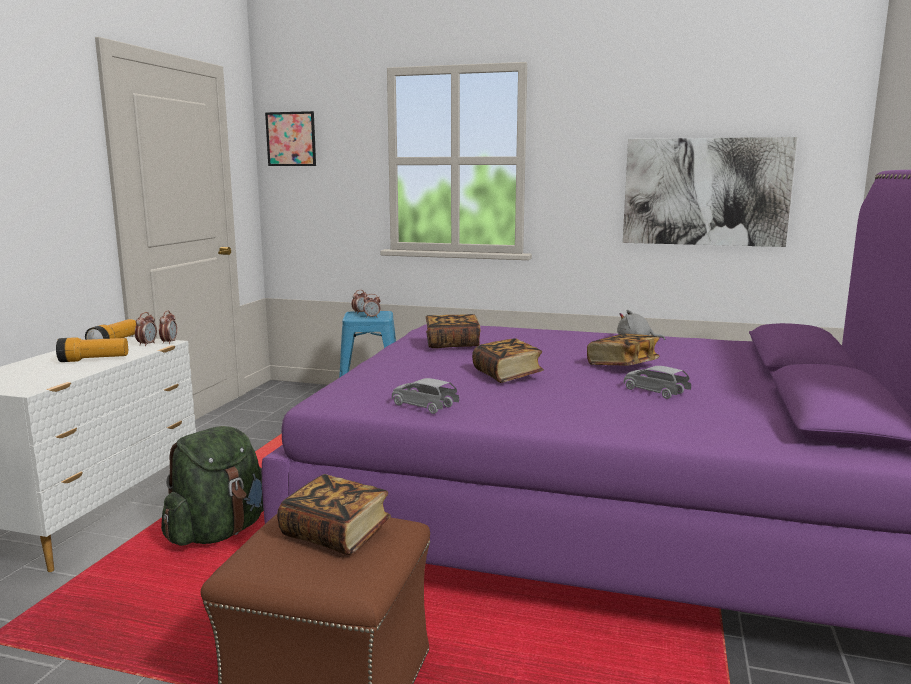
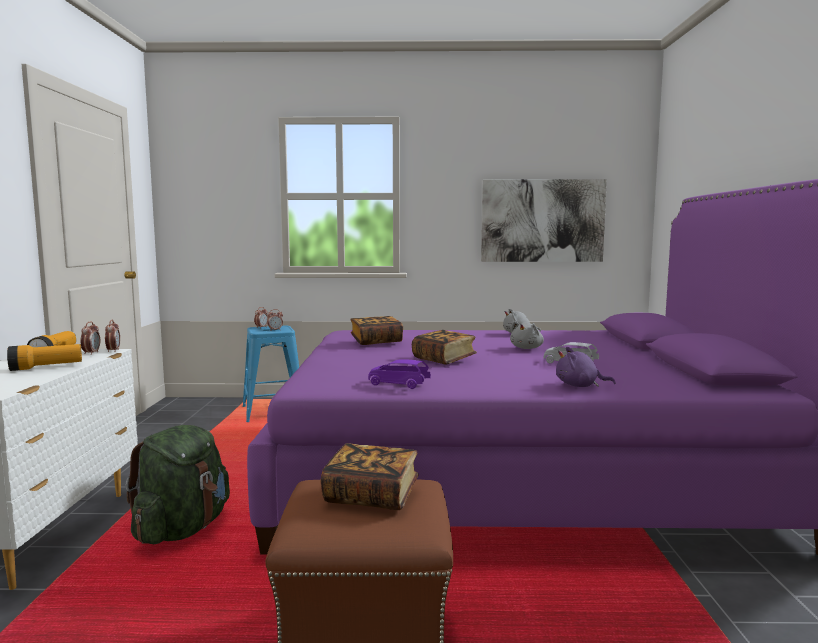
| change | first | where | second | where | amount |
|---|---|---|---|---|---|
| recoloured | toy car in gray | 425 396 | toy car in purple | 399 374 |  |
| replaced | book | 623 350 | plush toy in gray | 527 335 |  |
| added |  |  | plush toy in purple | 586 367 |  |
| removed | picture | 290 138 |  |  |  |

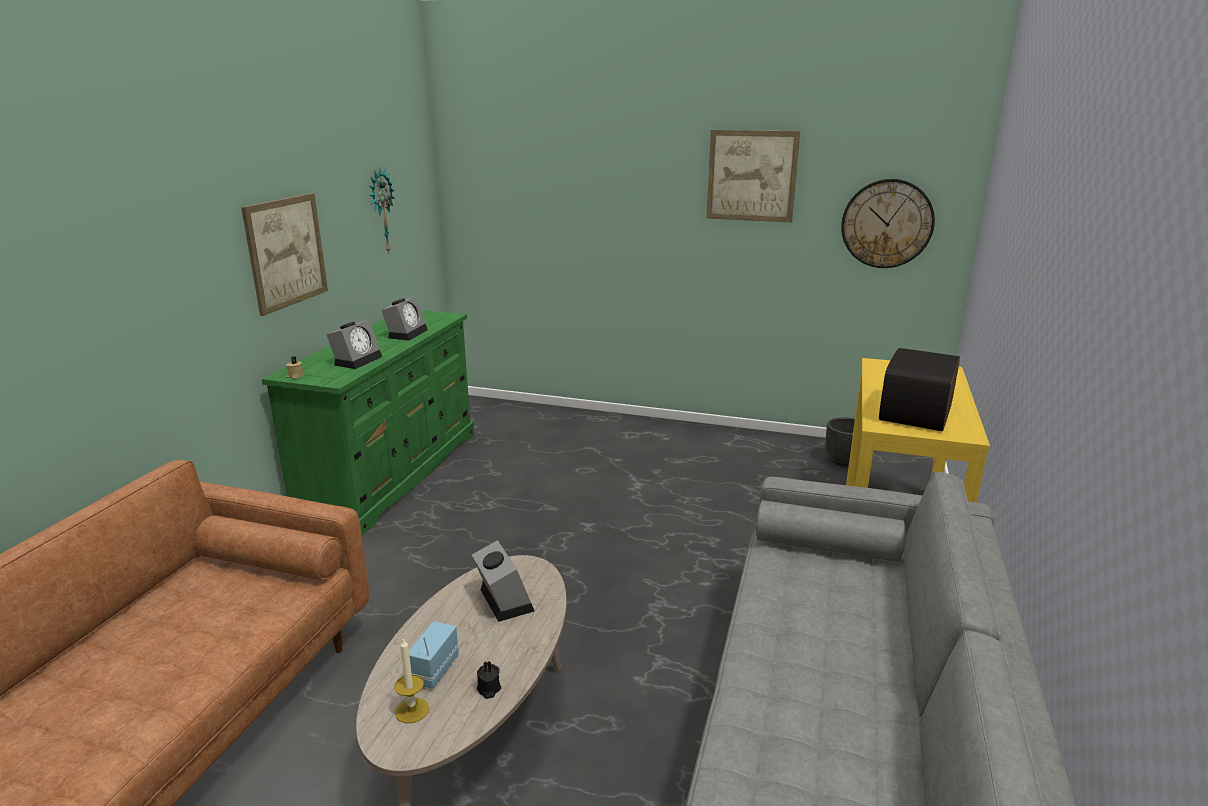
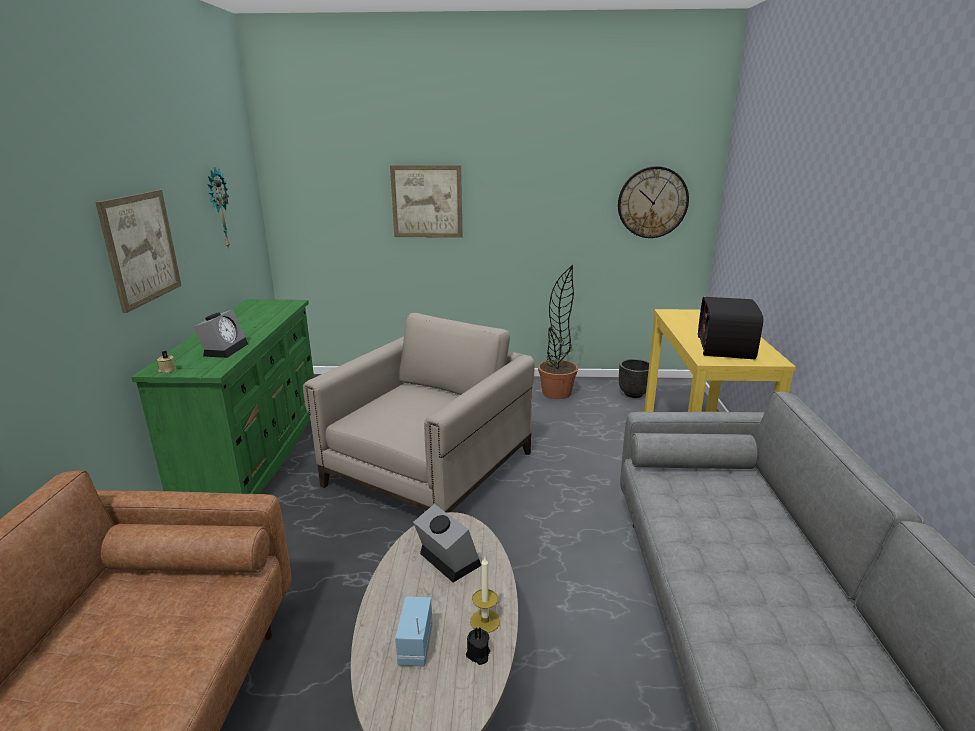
| change | first | where | second | where | amount |
|---|---|---|---|---|---|
| added |  |  | easy chair in sand-coloured | 419 413 |  |
| moved | picture | 753 176 |  | 426 201 |  |
| moved | wax candle | 411 680 |  | 485 595 |  |
| added |  |  | houseplant | 558 332 |  |
| removed | table clock | 404 318 |  |  |  |

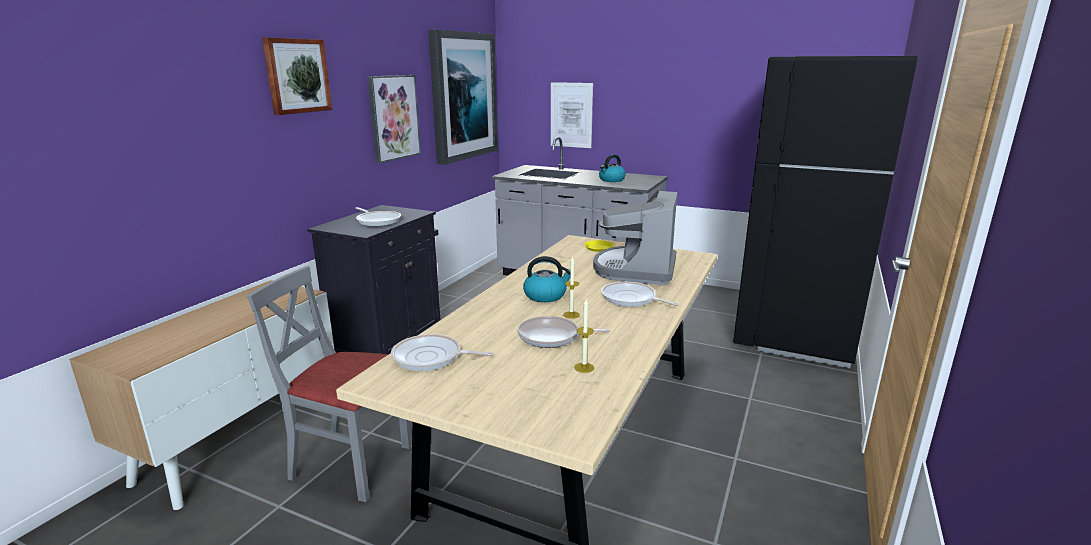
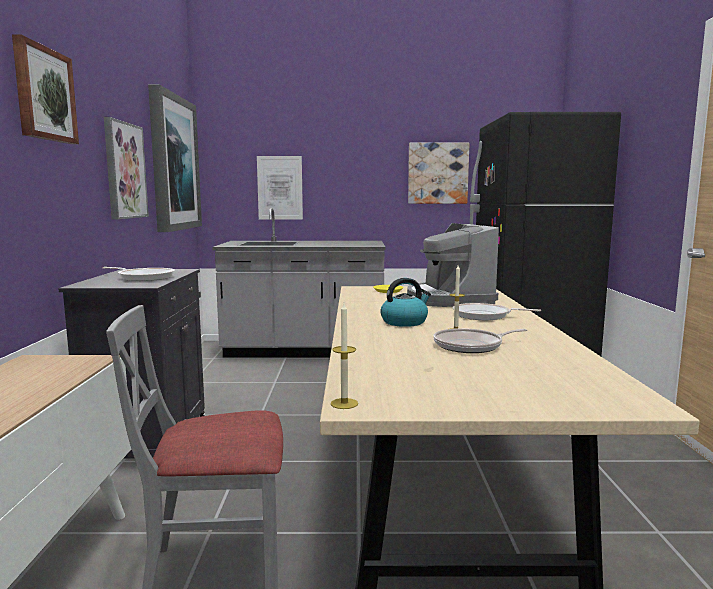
| change | first | where | second | where | amount |
|---|---|---|---|---|---|
| moved | wax candle | 584 336 |  | 344 356 |  |
| added |  |  | picture | 438 173 |  |
| removed | skillet | 442 352 |  |  |  |
| removed | tea kettle | 612 168 |  |  |  |

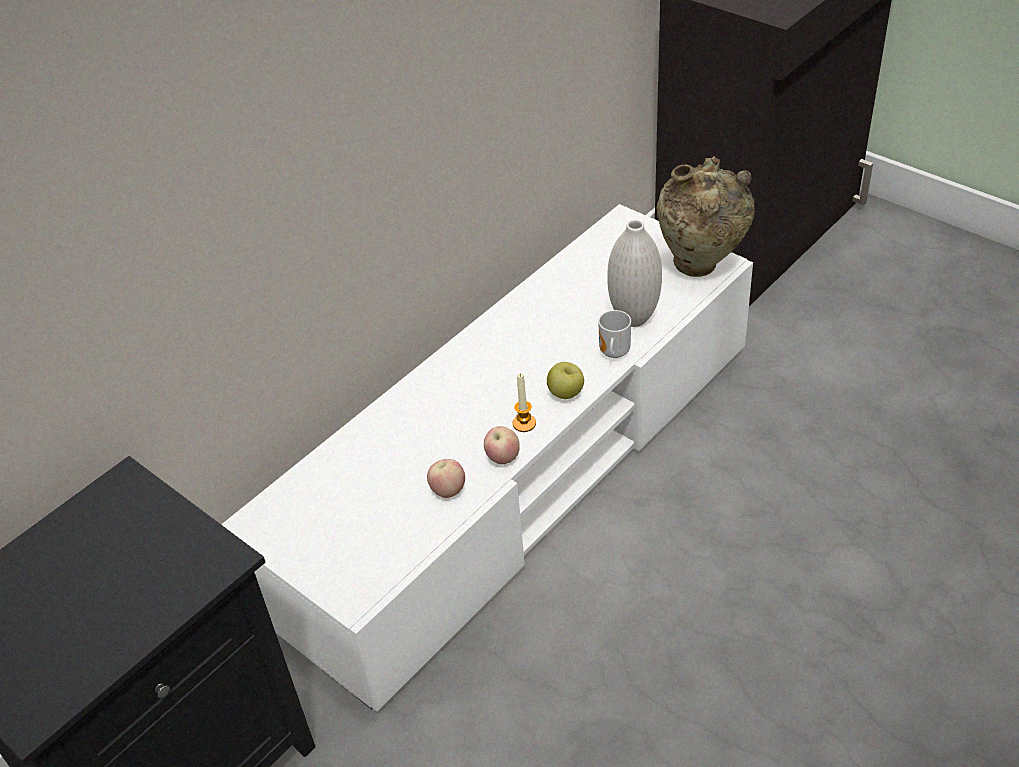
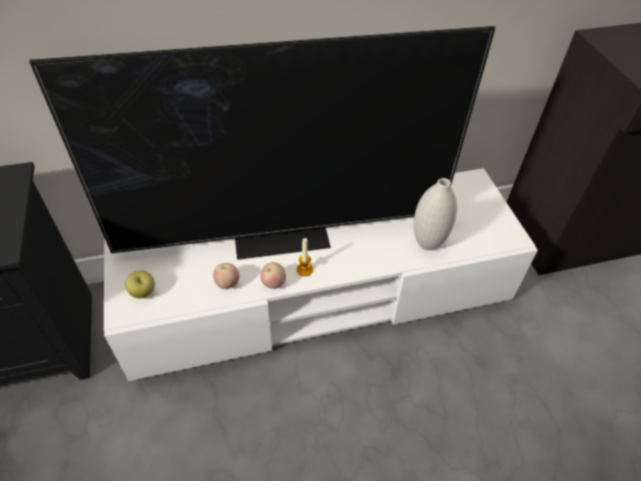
| change | first | where | second | where | amount |
|---|---|---|---|---|---|
| added |  |  | television | 262 143 |  |
| moved | whole apple | 565 380 |  | 140 284 |  |
| removed | coffee mug | 614 334 |  |  |  |
| removed | flower vase in sand-coloured | 706 216 |  |  |  |

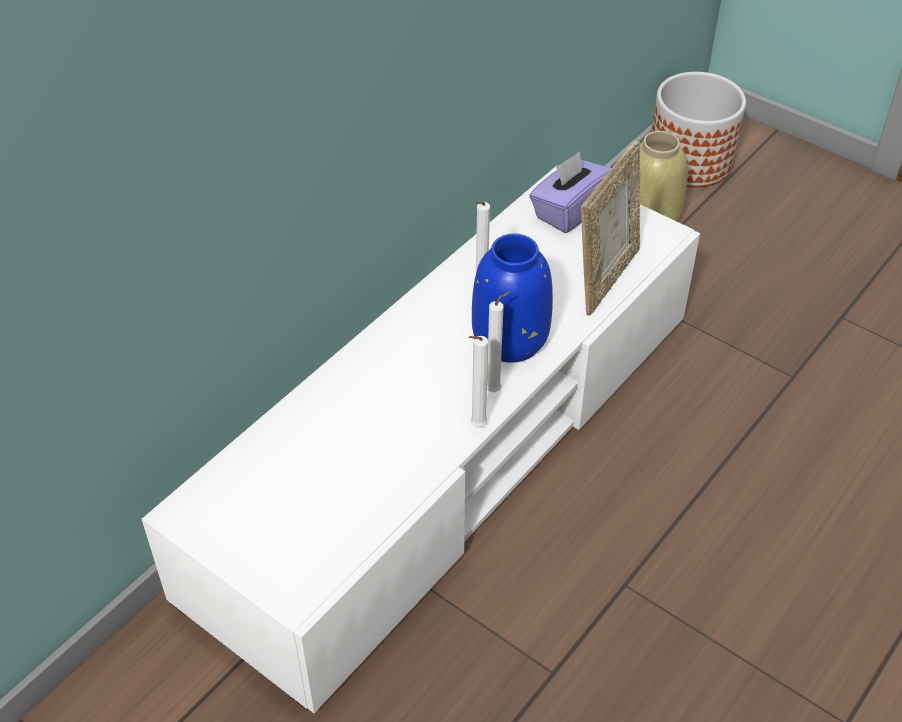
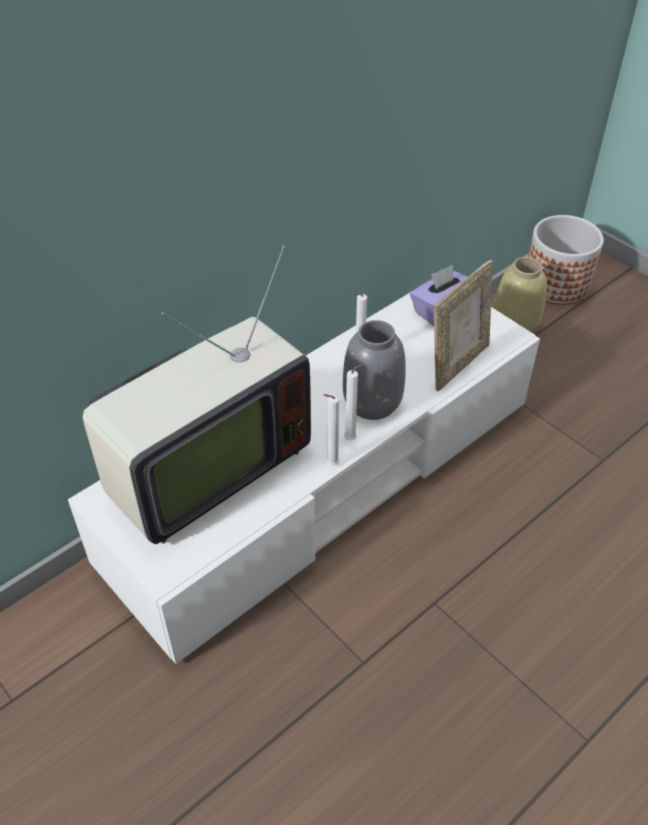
| change | first | where | second | where | amount |
|---|---|---|---|---|---|
| added |  |  | television | 196 394 |  |
| recoloured | flower vase in blue-coloured | 512 298 | flower vase in gray | 374 370 |  |

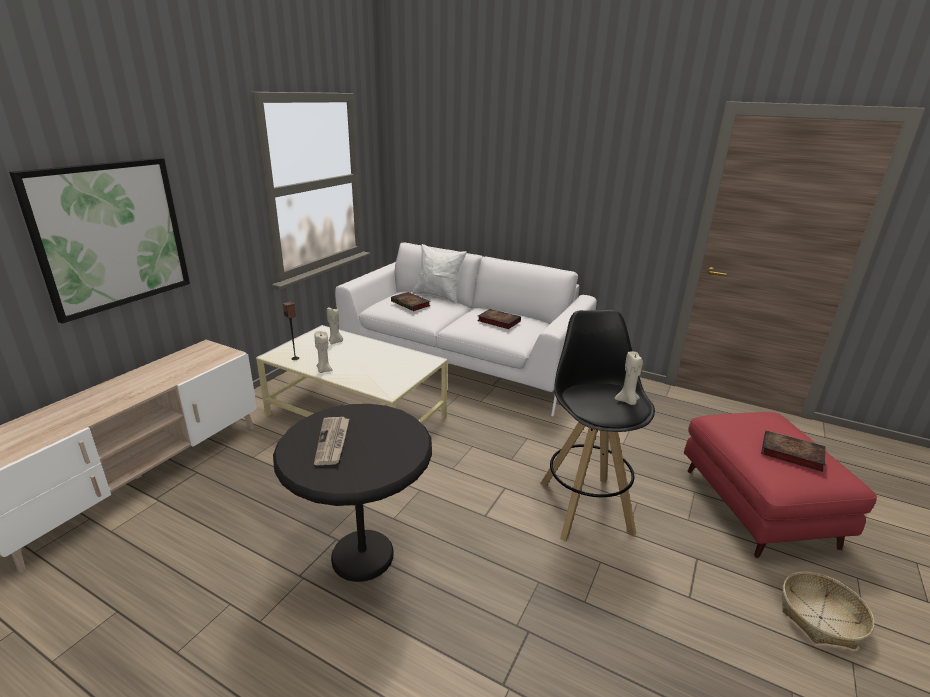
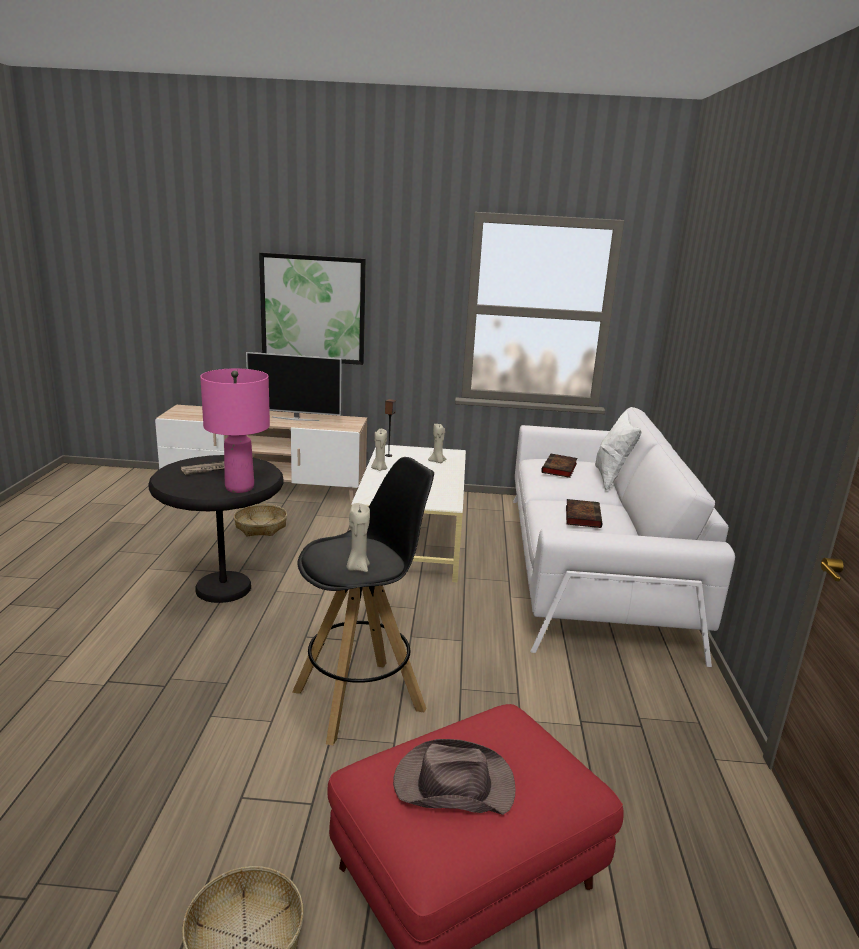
| change | first | where | second | where | amount |
|---|---|---|---|---|---|
| added |  |  | tabletop lamp in pink-coloured | 235 430 |  |
| added |  |  | household basket | 260 520 |  |
| added |  |  | television | 294 386 |  |
| replaced | book | 793 451 | wearable hat in brown-coloured | 454 777 |  |

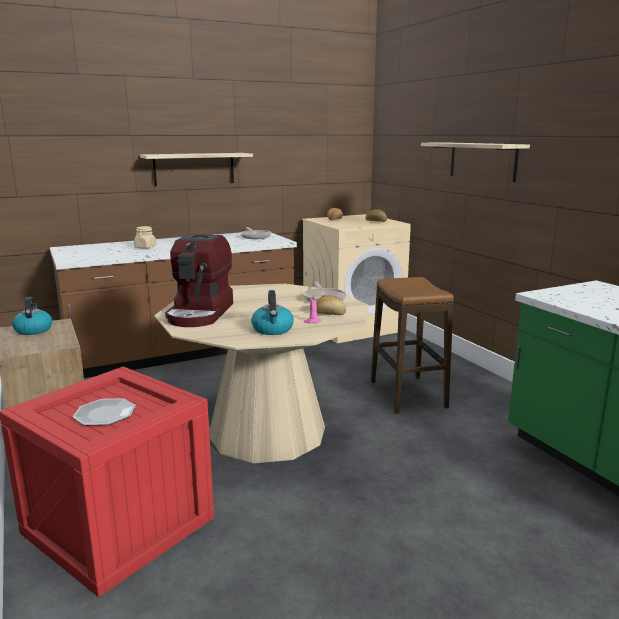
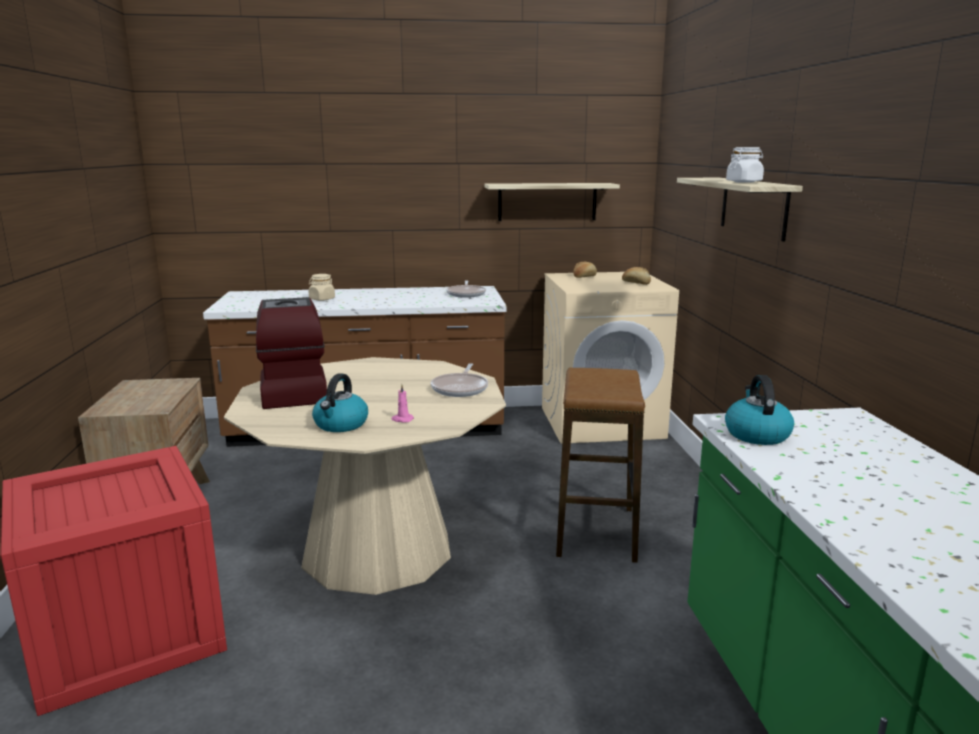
| change | first | where | second | where | amount |
|---|---|---|---|---|---|
| turned | coffee maker | 199 280 |  | 291 353 | 135 degrees clockwise |
| moved | shelf | 196 169 |  | 552 202 |  |
| moved | tea kettle | 32 316 |  | 759 410 |  |
| added |  |  | preserve jar in whitish | 745 165 |  |
| removed | dinner plate | 104 412 |  |  |  |
| removed | bread | 331 305 |  |  |  |

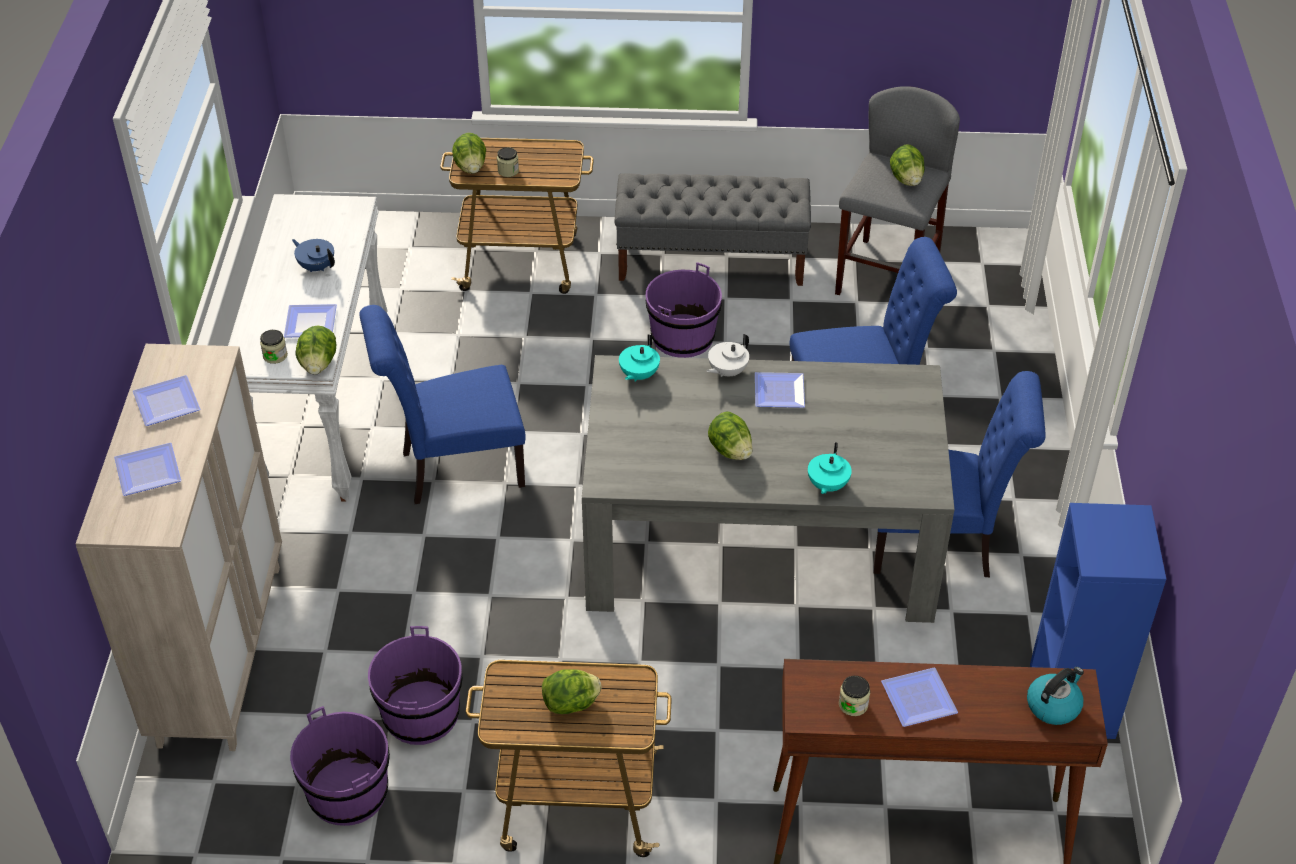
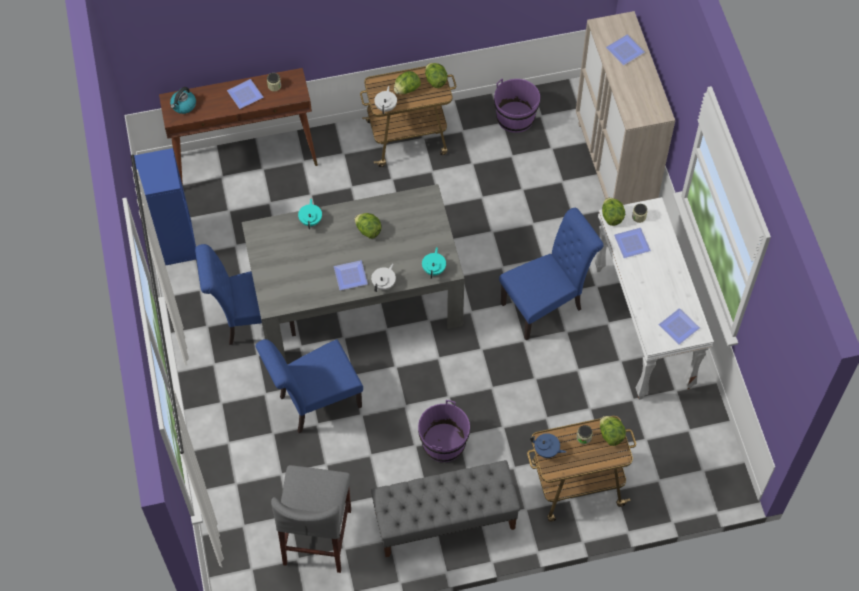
| change | first | where | second | where | amount |
|---|---|---|---|---|---|
| added |  |  | tea pot in whitish | 385 100 |  |
| moved | head of lettuce | 907 165 |  | 436 75 |  |
| moved | tea pot in blue-coloured | 313 255 |  | 548 445 |  |
| moved | dinner plate | 166 400 |  | 679 326 |  |
| removed | water bucket in purple | 415 685 |  |  |  |

